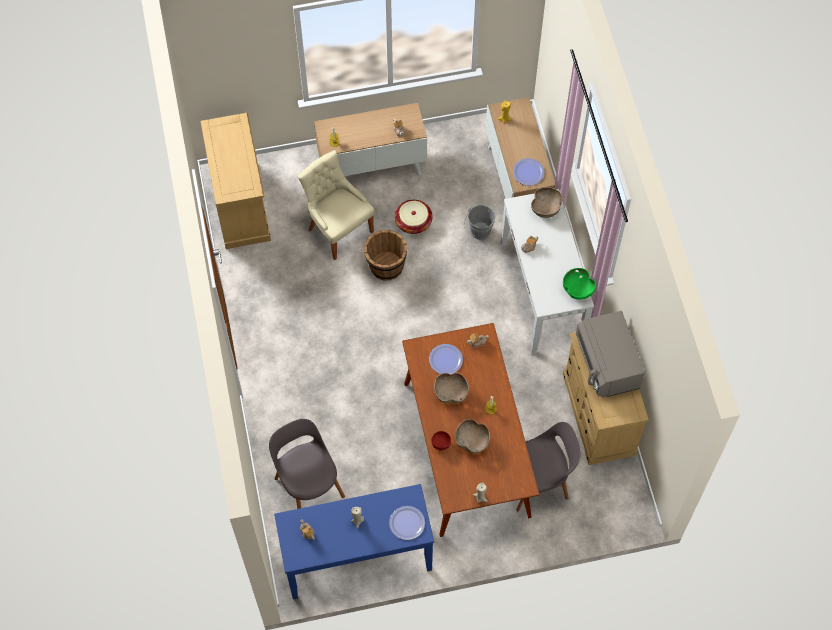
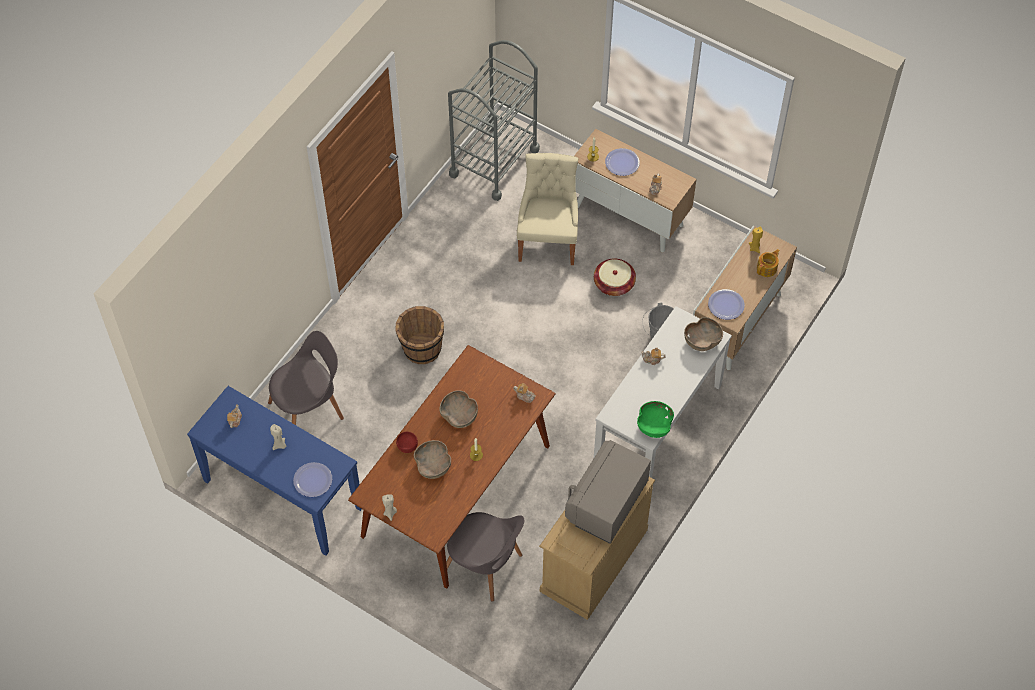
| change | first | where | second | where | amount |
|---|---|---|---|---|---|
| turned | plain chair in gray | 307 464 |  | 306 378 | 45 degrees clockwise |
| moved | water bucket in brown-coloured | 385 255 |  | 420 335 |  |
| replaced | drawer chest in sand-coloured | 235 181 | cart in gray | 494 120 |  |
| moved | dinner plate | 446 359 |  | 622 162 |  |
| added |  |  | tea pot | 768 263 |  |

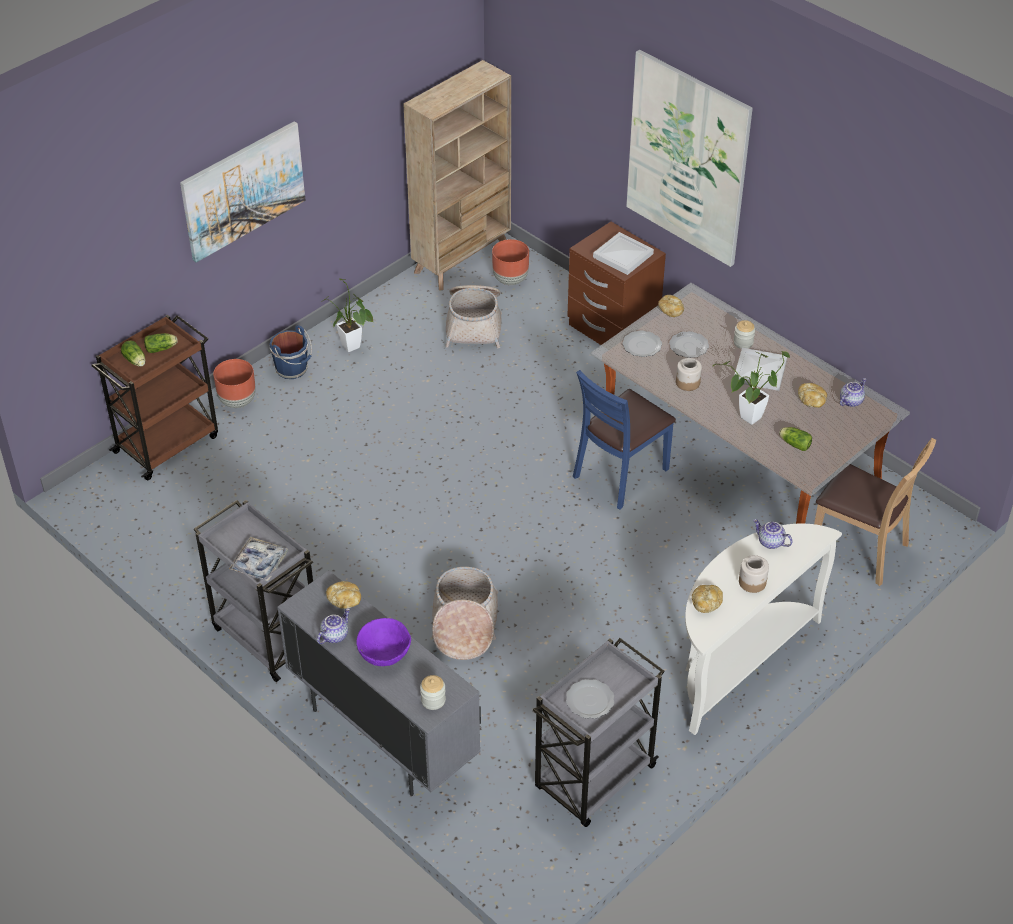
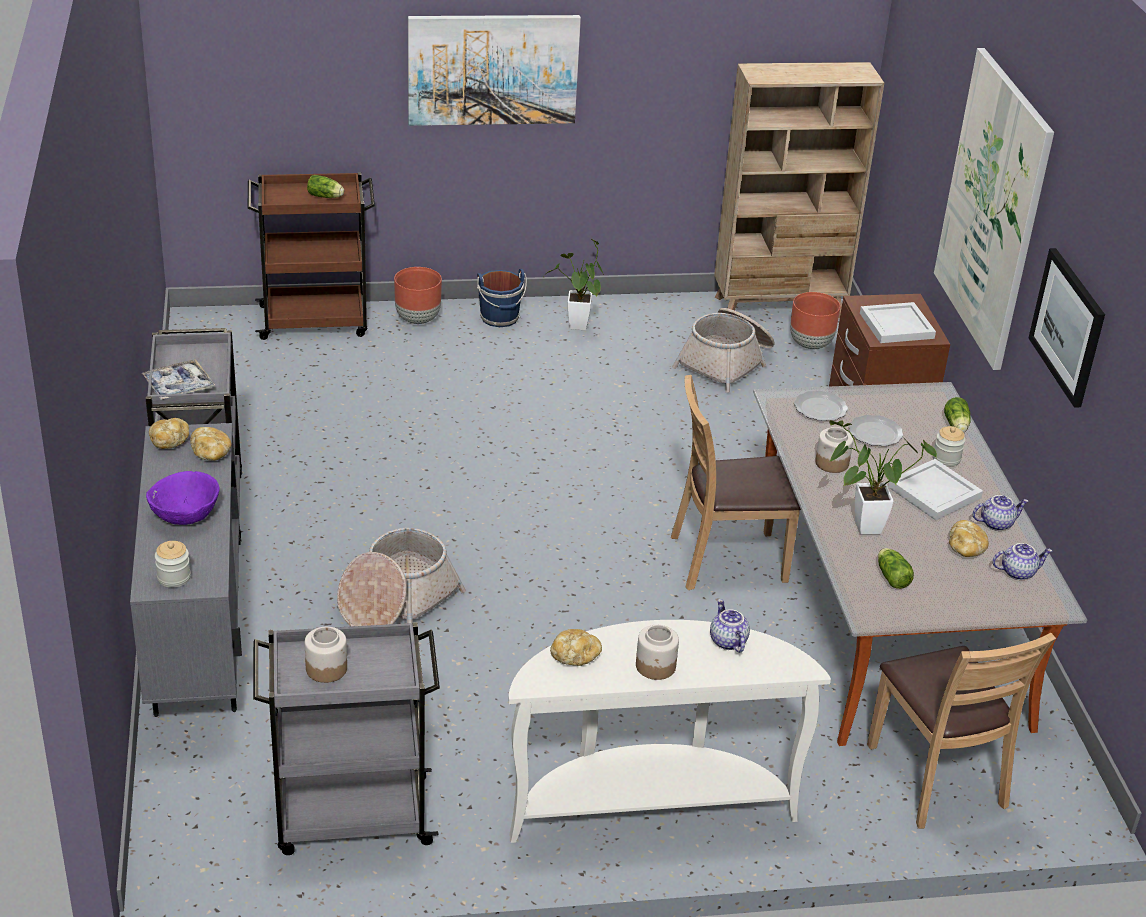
| change | first | where | second | where | amount |
|---|---|---|---|---|---|
| moved | bread | 671 306 |  | 169 433 |  |
| replaced | dinner plate | 590 699 | preserve jar | 326 655 |  |
| recoloured | plain chair in blue-coloured | 624 440 | plain chair in brown-coloured | 736 482 |  |
| moved | head of lettuce | 133 354 |  | 957 414 |  |
| moved | tea pot | 333 626 |  | 1000 513 |  |
| added |  |  | picture | 1067 328 |  |

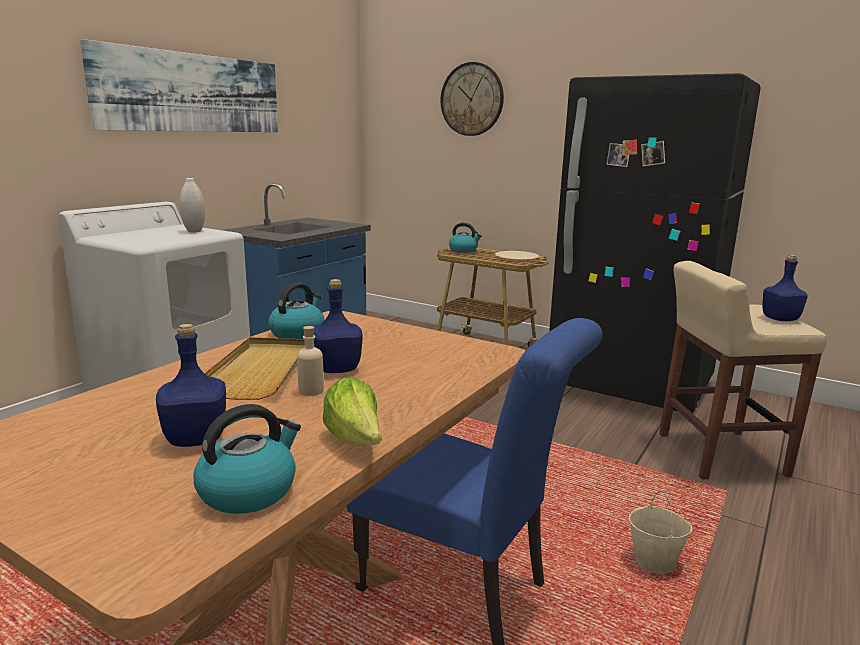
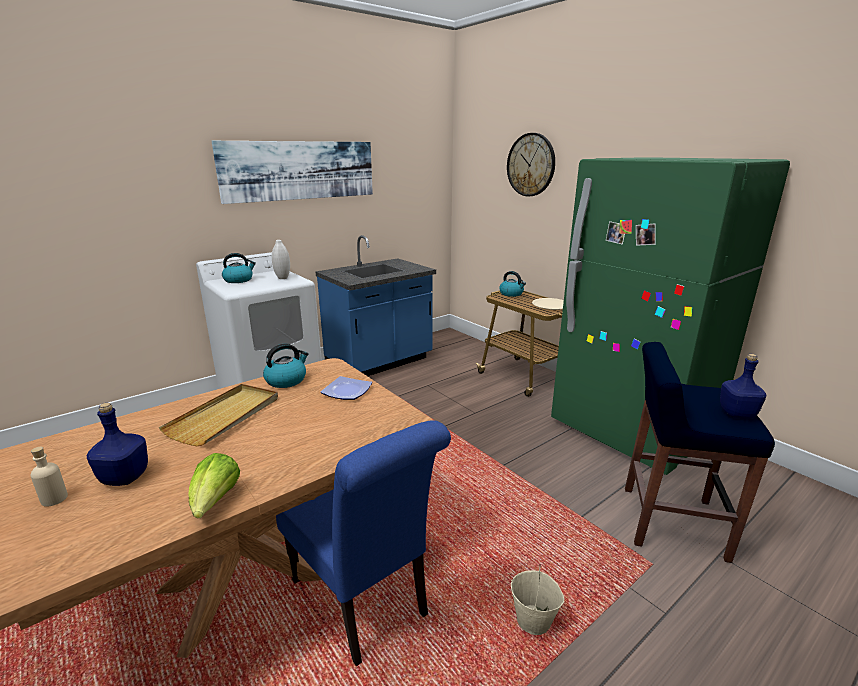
| change | first | where | second | where | amount |
|---|---|---|---|---|---|
| moved | bottle in sand-coloured | 310 361 |  | 49 477 |  |
| moved | tea kettle | 247 459 |  | 239 268 |  |
| added |  |  | dinner plate | 346 388 |  |
| recoloured | fridge in blackish | 655 243 | fridge in green | 670 316 |  |
| recoloured | sitting stool in sand-coloured | 743 370 | sitting stool in blue-coloured | 700 452 |  |
| removed | bottle in blue-coloured | 338 326 |  |  |  |

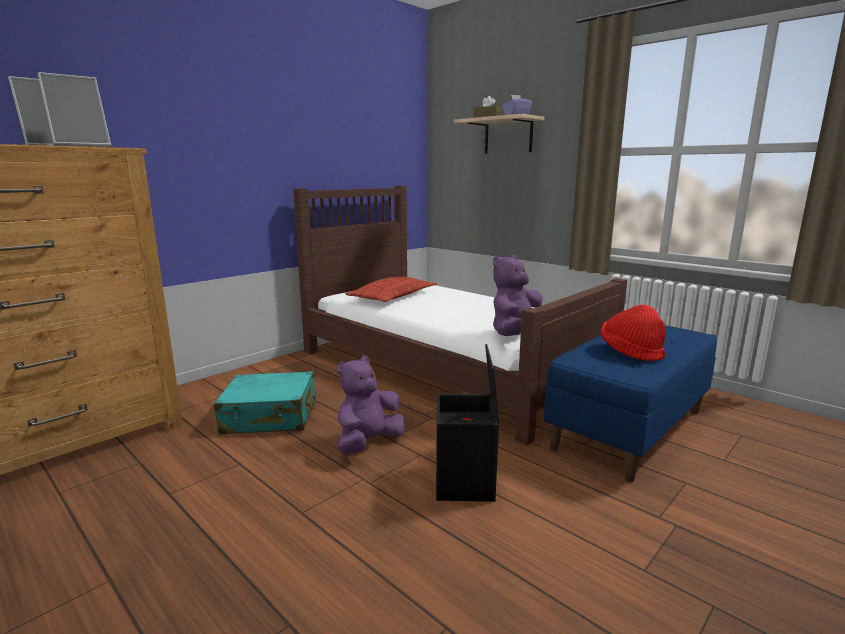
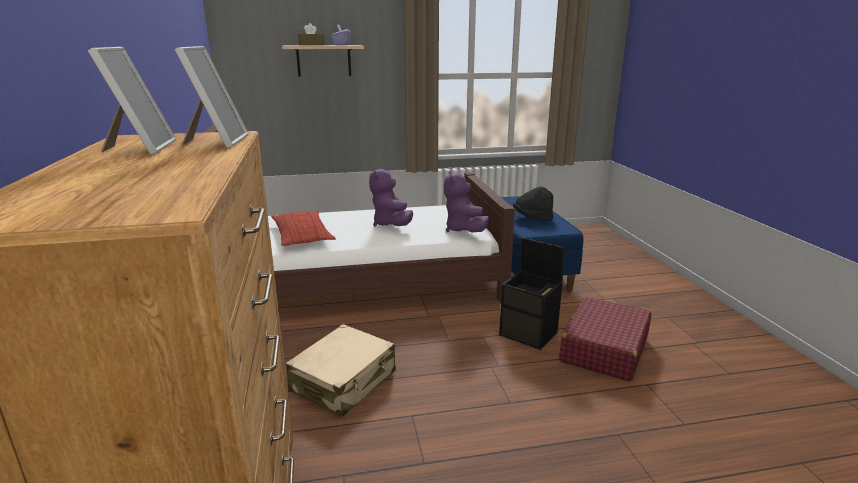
| change | first | where | second | where | amount |
|---|---|---|---|---|---|
| recoloured | suitcase in blue-green | 265 402 | suitcase in sand-coloured | 341 370 |  |
| moved | plush toy in purple | 371 405 |  | 391 196 |  |
| recoloured | wearable hat in reddish | 633 333 | wearable hat in blackish | 533 203 |  |
| added |  |  | suitcase in reddish | 605 339 |  |

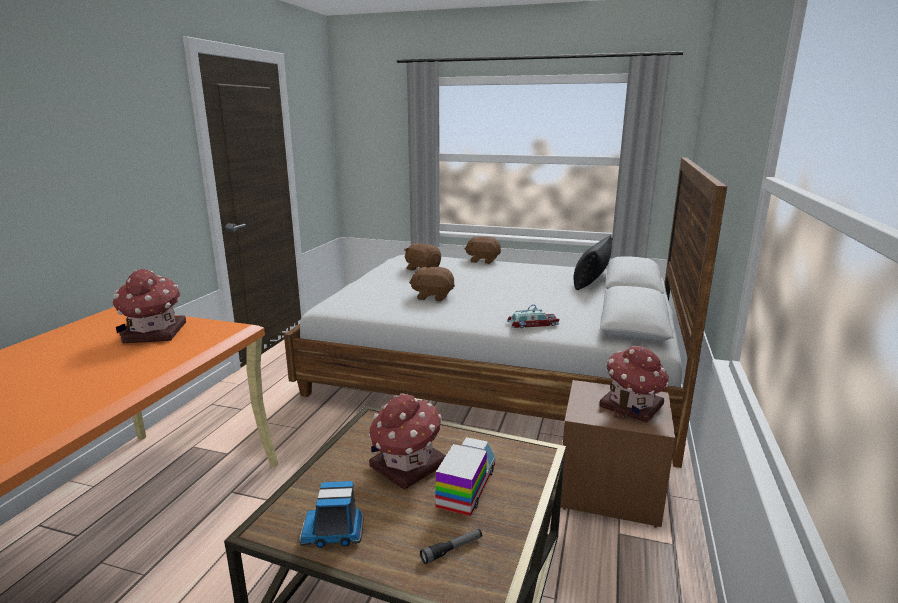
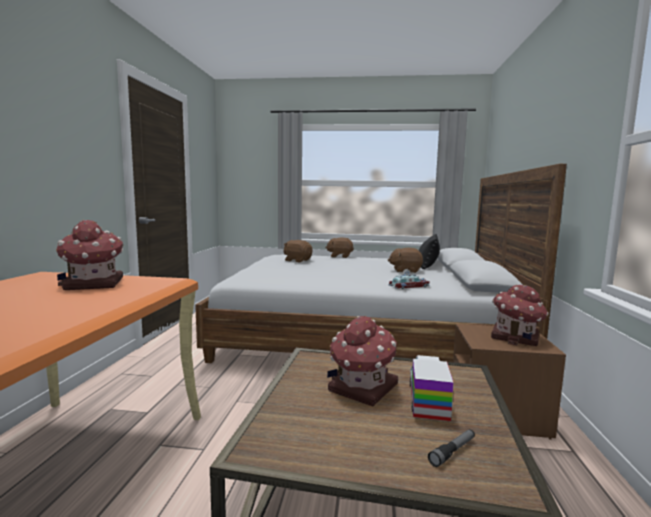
| change | first | where | second | where | amount |
|---|---|---|---|---|---|
| moved | plush toy in brown-coloured | 432 284 |  | 405 260 |  |
| removed | model truck | 331 514 |  |  |  |

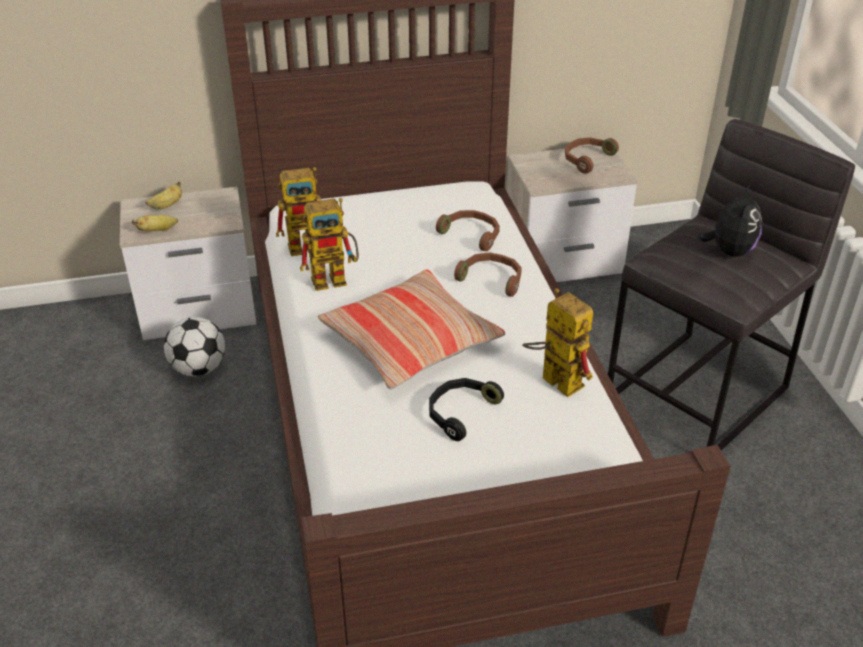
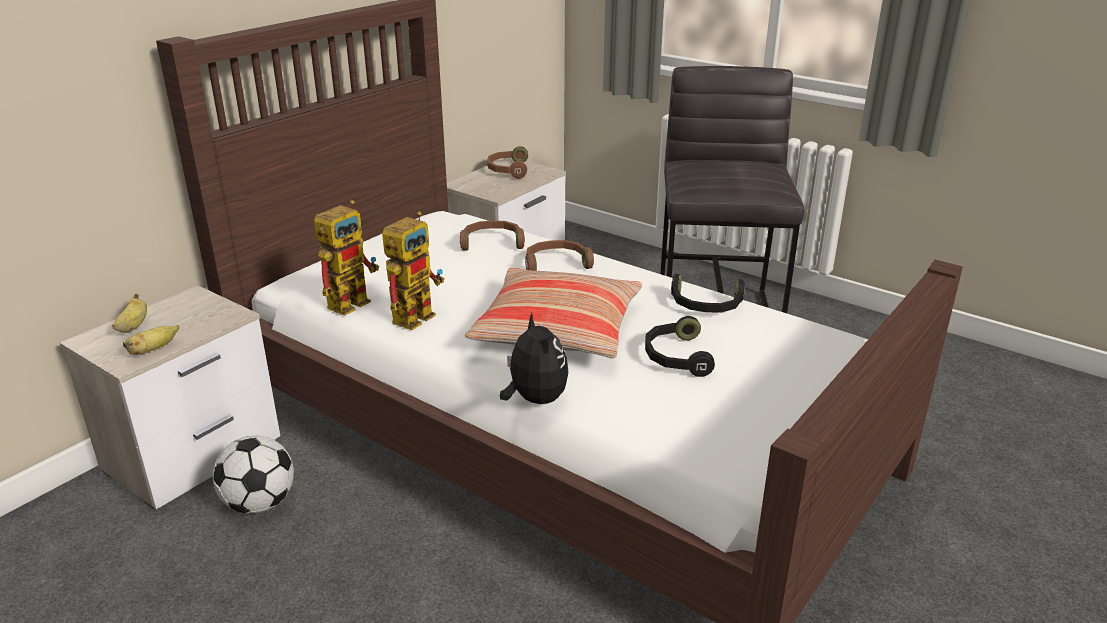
| change | first | where | second | where | amount |
|---|---|---|---|---|---|
| moved | plush toy | 729 221 |  | 534 358 |  |
| replaced | robot figure | 557 343 | headphones in blackish | 708 293 |  |

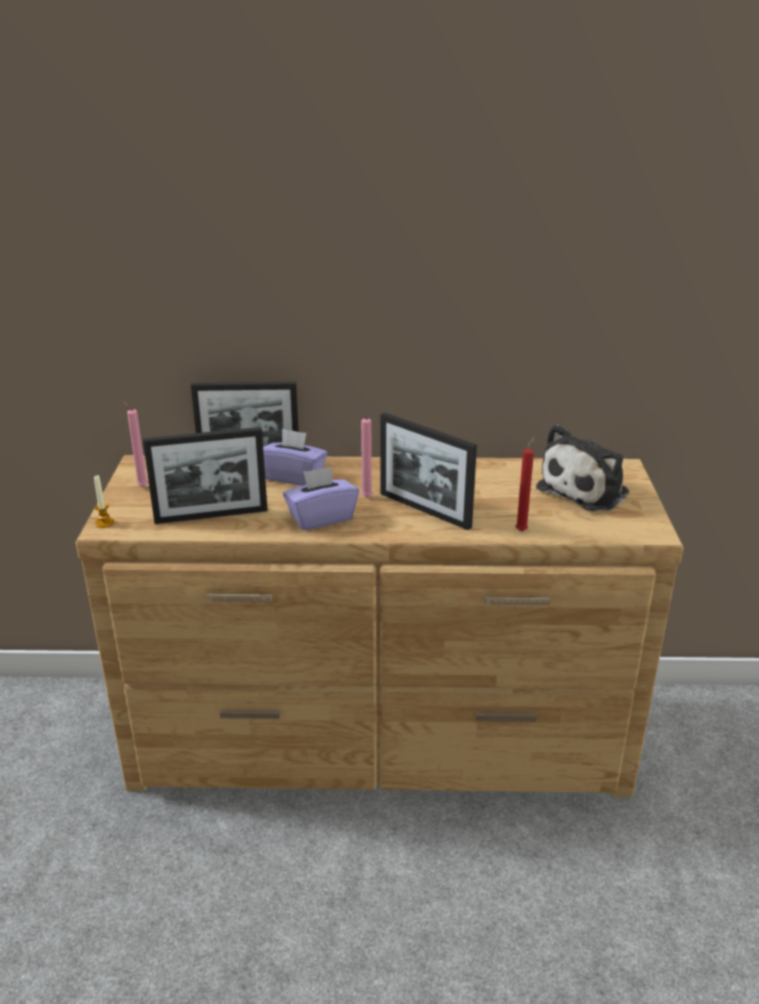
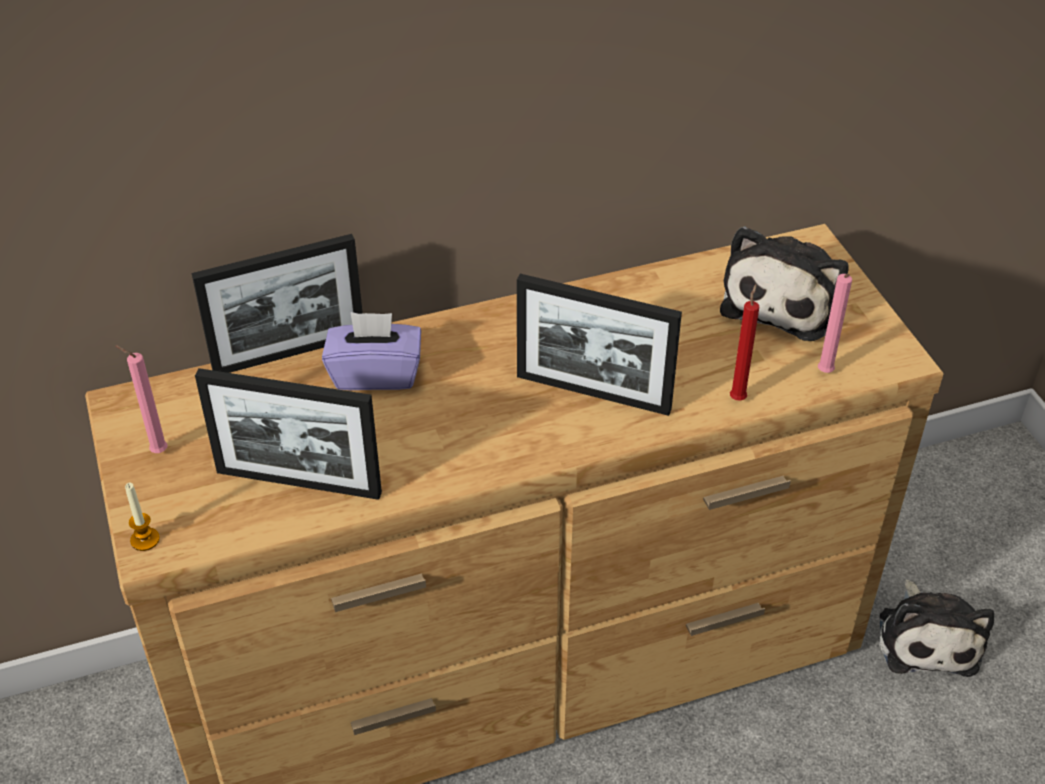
| change | first | where | second | where | amount |
|---|---|---|---|---|---|
| turned | picture frame | 205 475 |  | 288 434 | 45 degrees clockwise |
| moved | wax candle in pink-coloured | 367 456 |  | 835 323 |  |
| added |  |  | plush toy | 937 628 |  |
| removed | box of tissues in purple | 321 498 |  |  |  |

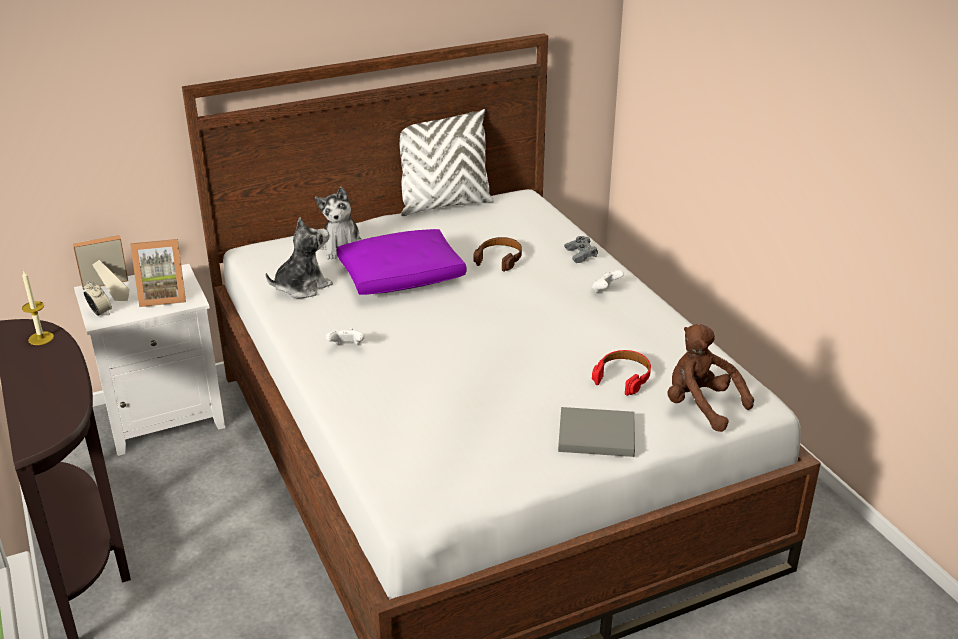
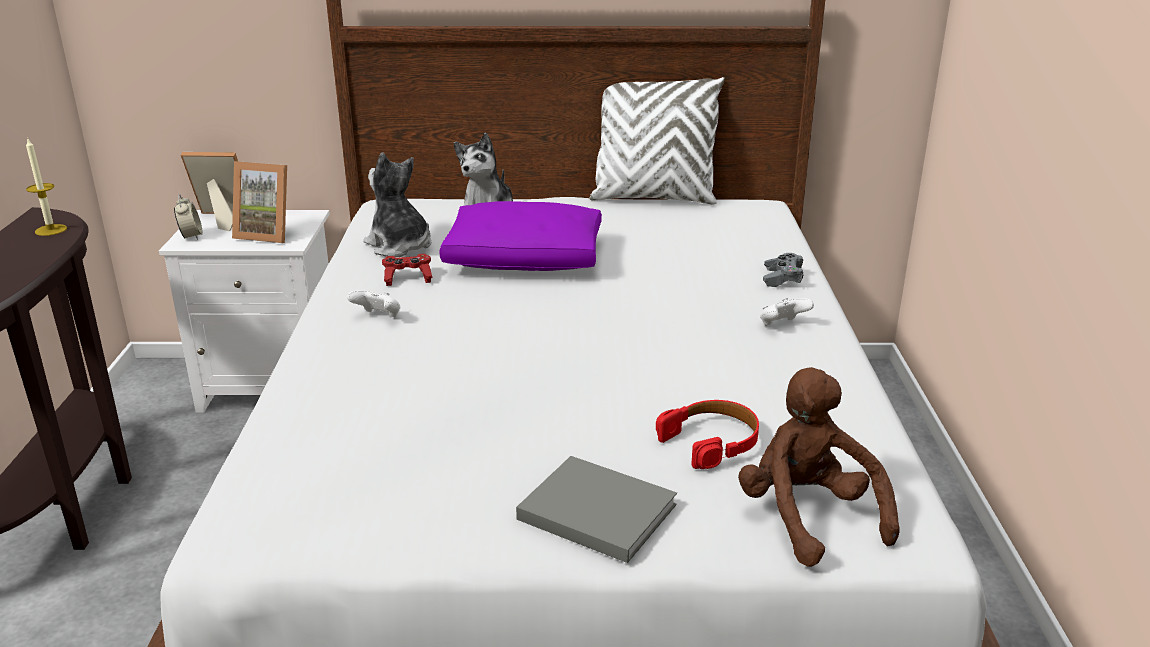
| change | first | where | second | where | amount |
|---|---|---|---|---|---|
| turned | plush toy | 299 257 |  | 397 204 | 120 degrees counterclockwise |
| added |  |  | gamepad in reddish | 407 270 |  |
| removed | headphones in brown-coloured | 497 254 |  |  |  |

